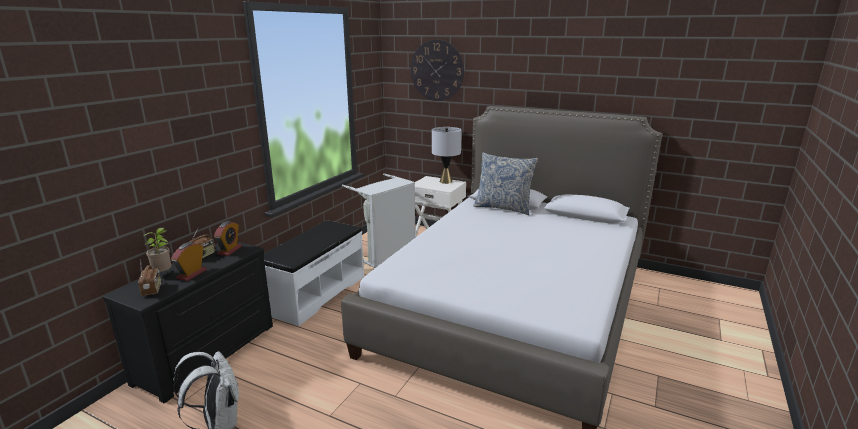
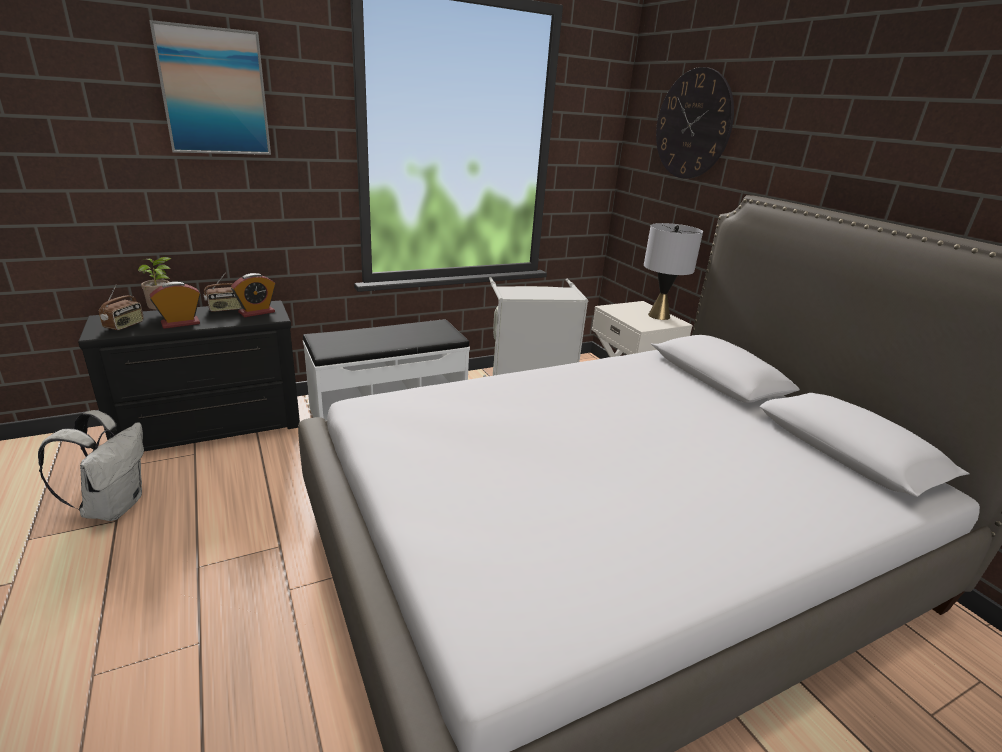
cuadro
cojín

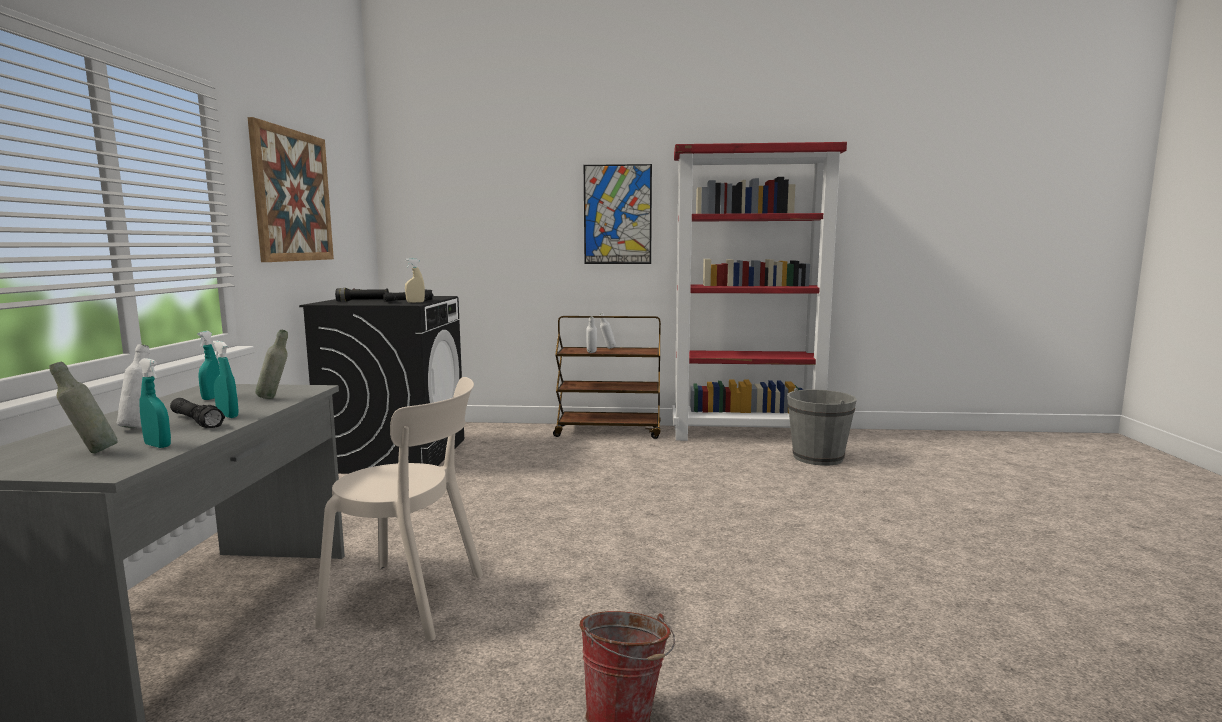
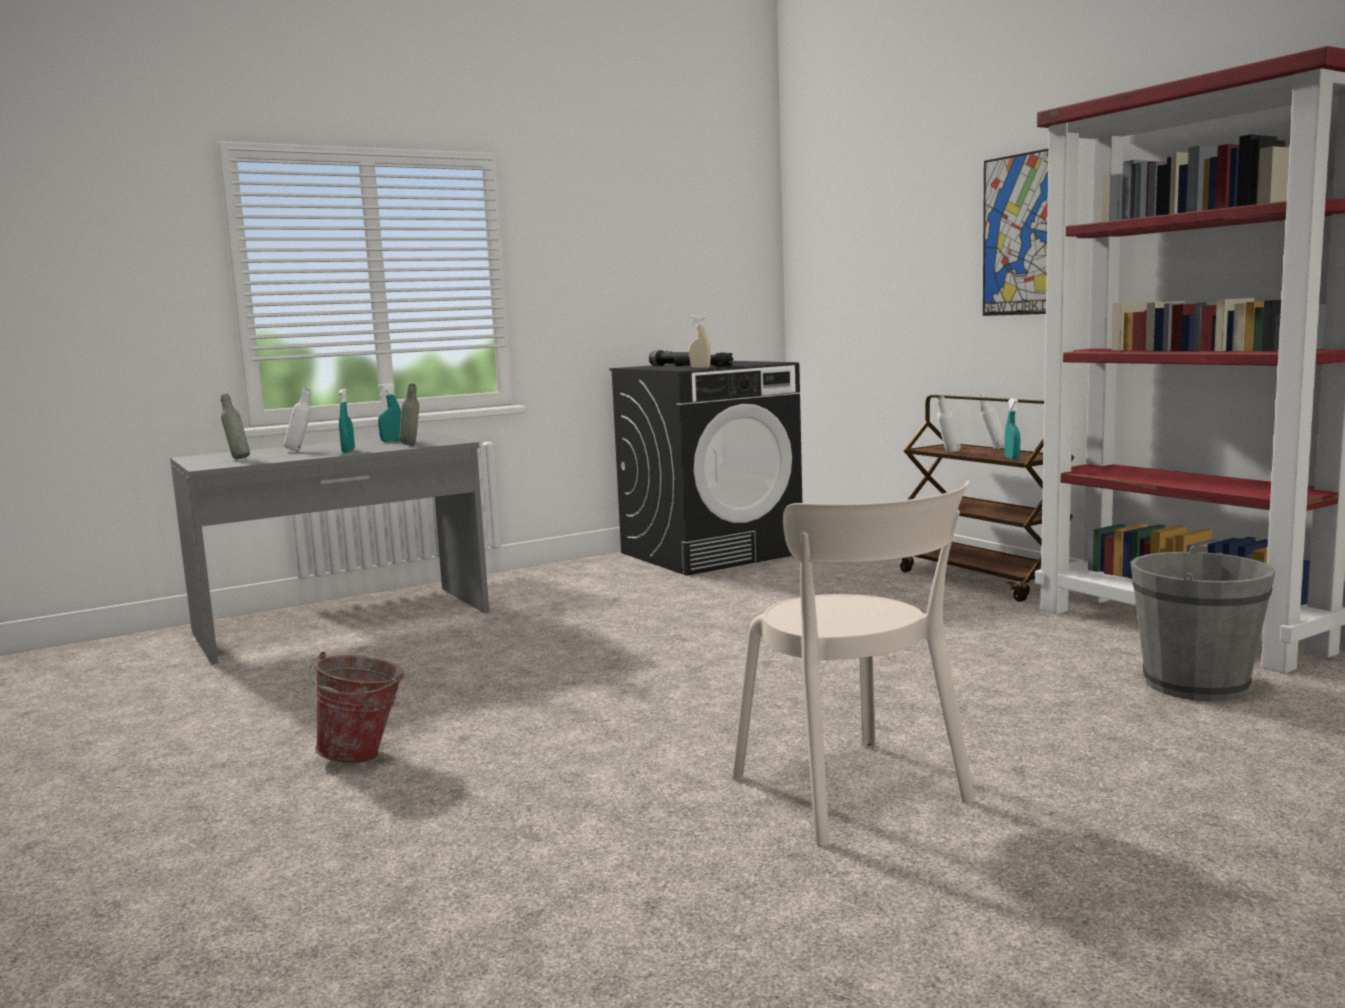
silla/beis
pulverizador/turquesa (3rd from left)
linterna/negro (1st from left in the first image)
cuadro (1st from left in the first image)

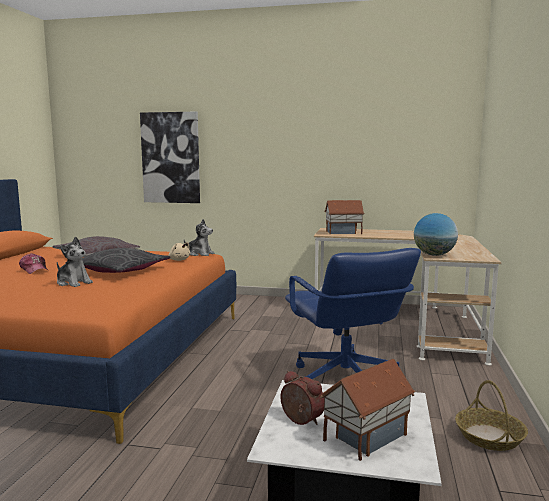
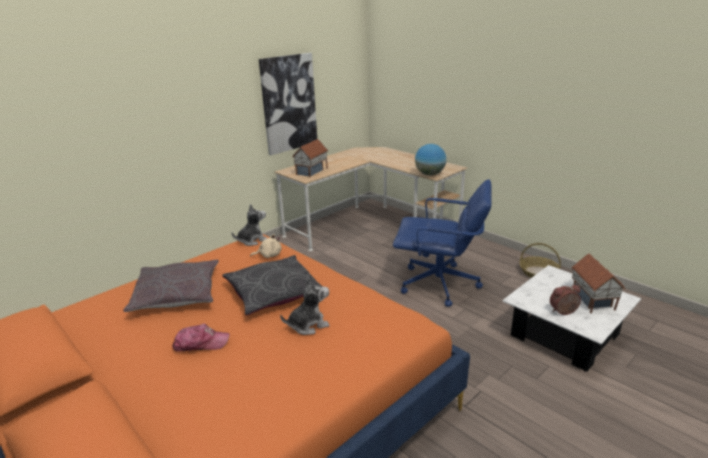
cuadro

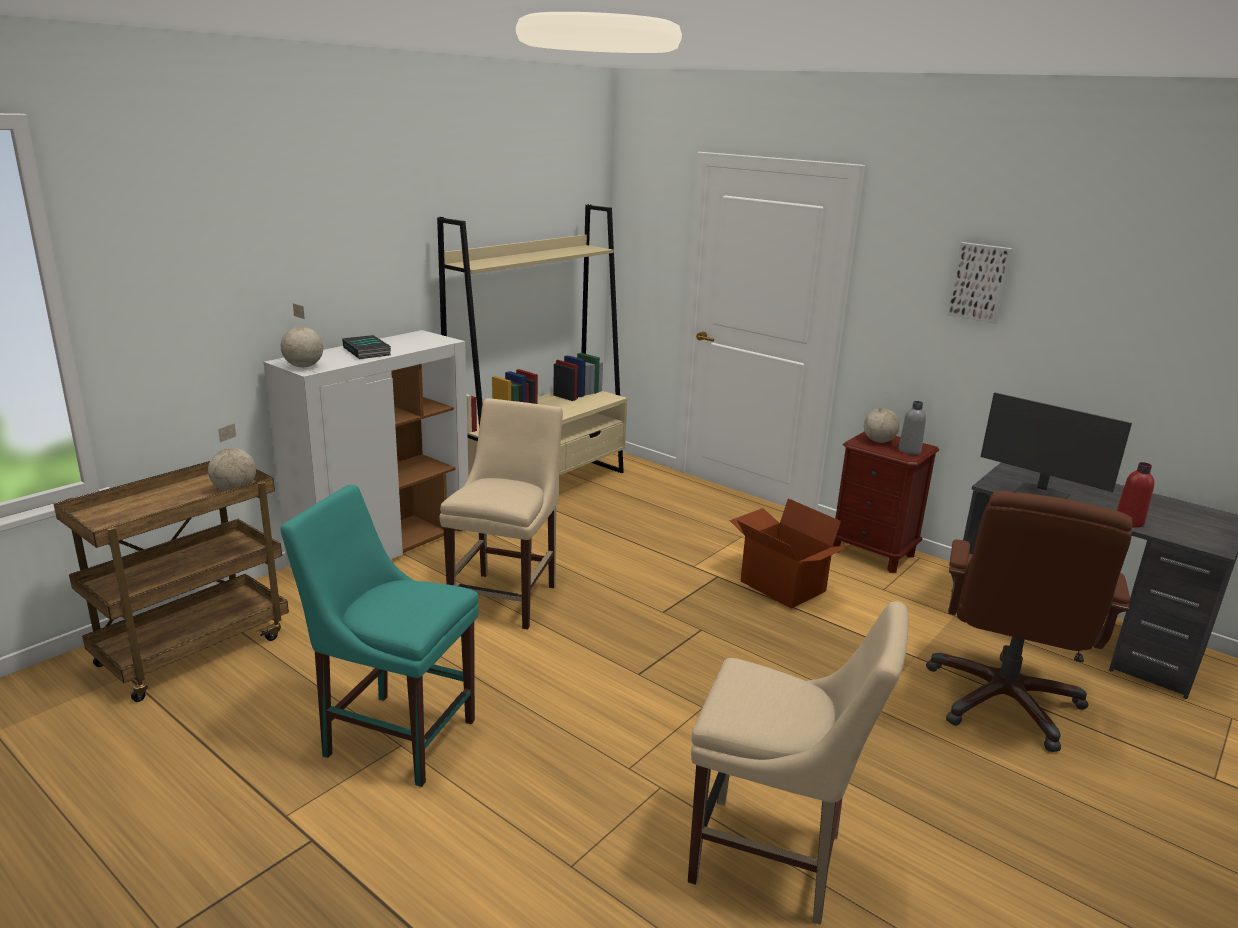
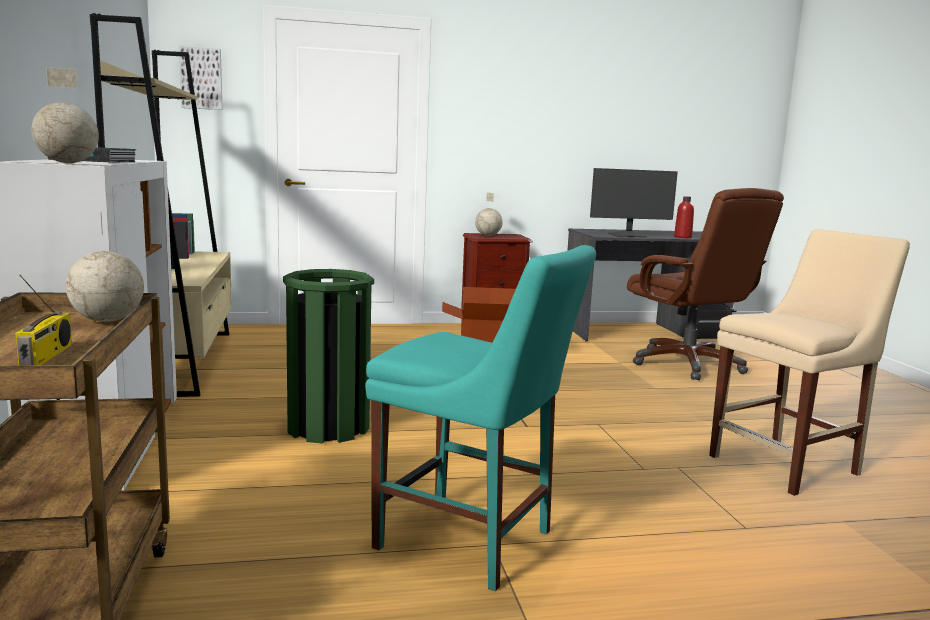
radio
cuadro
papelera/verde
silla/turquesa
botella/gris

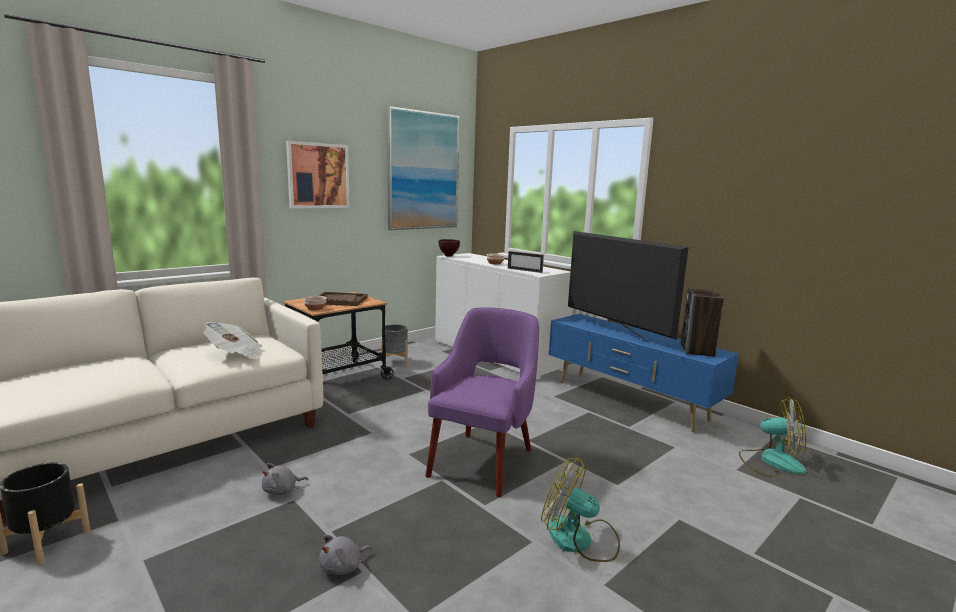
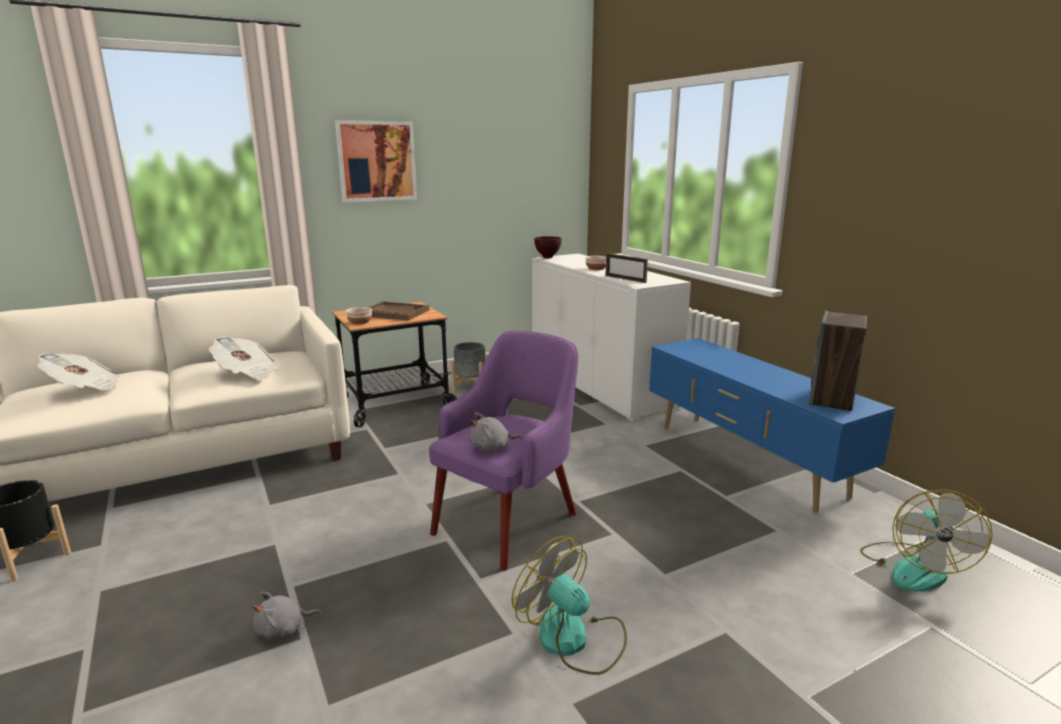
periódico (1st from left)
peluche/gris (2nd from left)
ventilador (2nd from left)
cuadro (2nd from left in the first image)
televisor

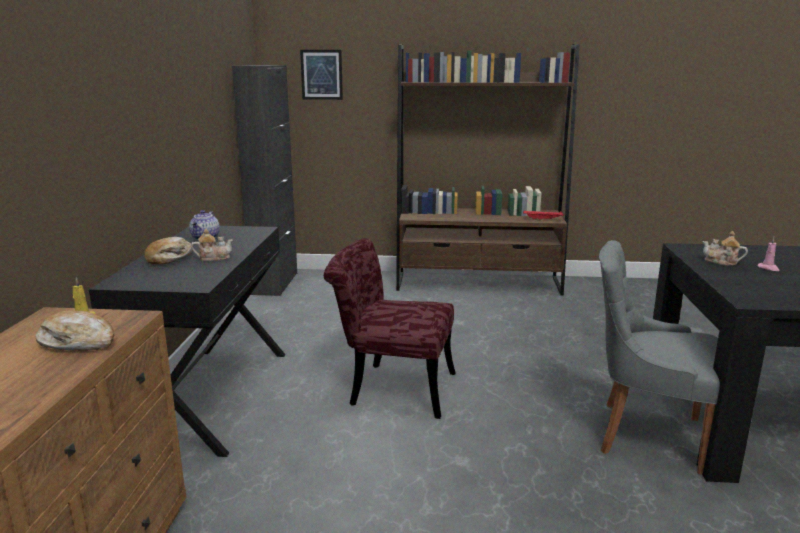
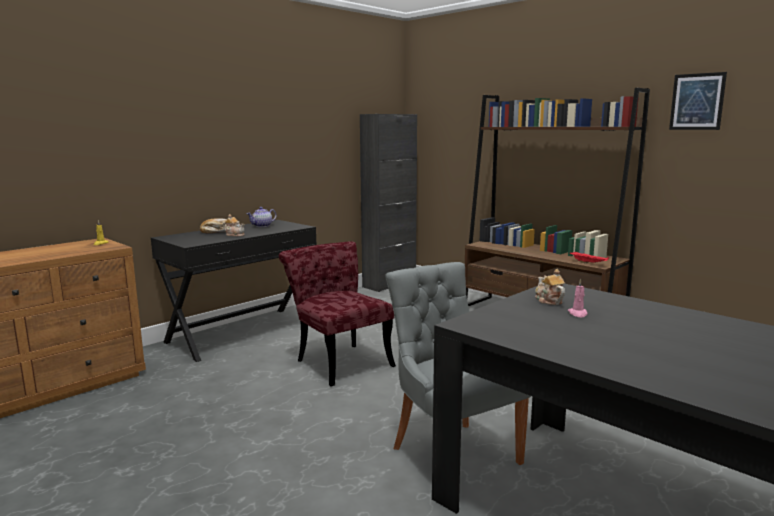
cuadro
pan (1st from left in the first image)

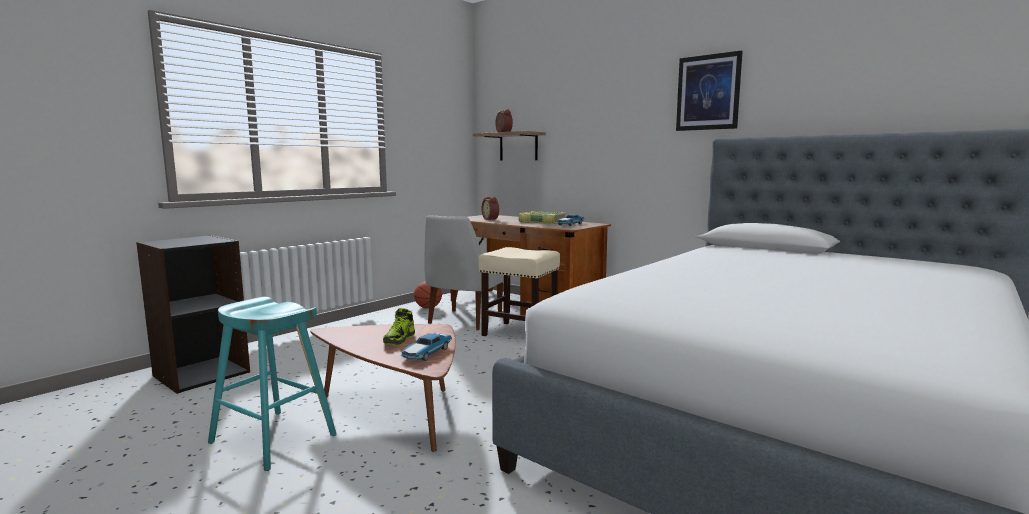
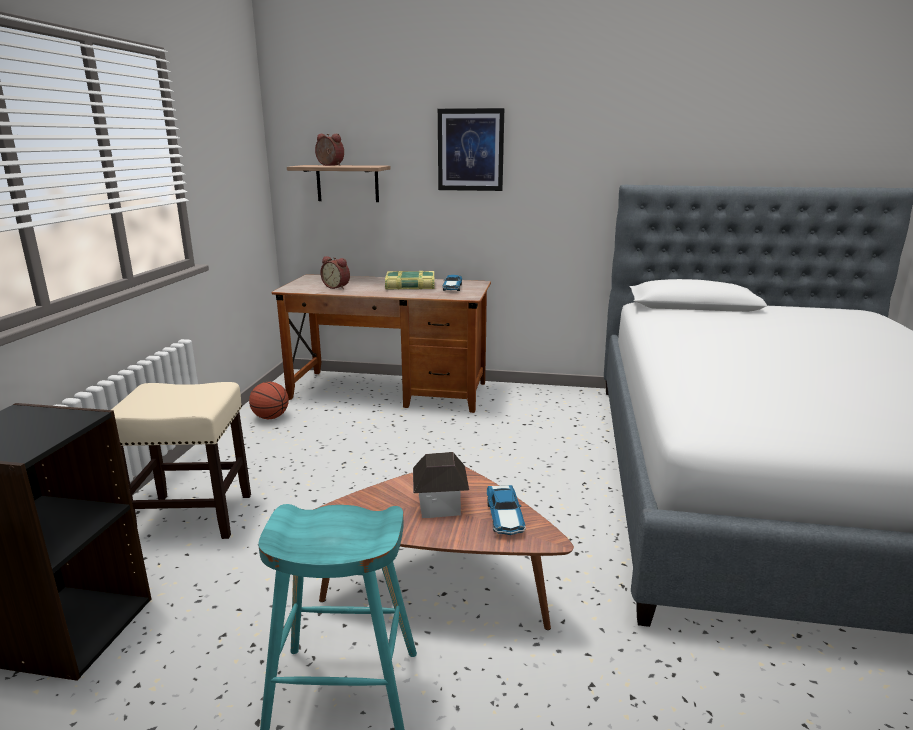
taburete/beis
casita
cuadro
silla/blanco

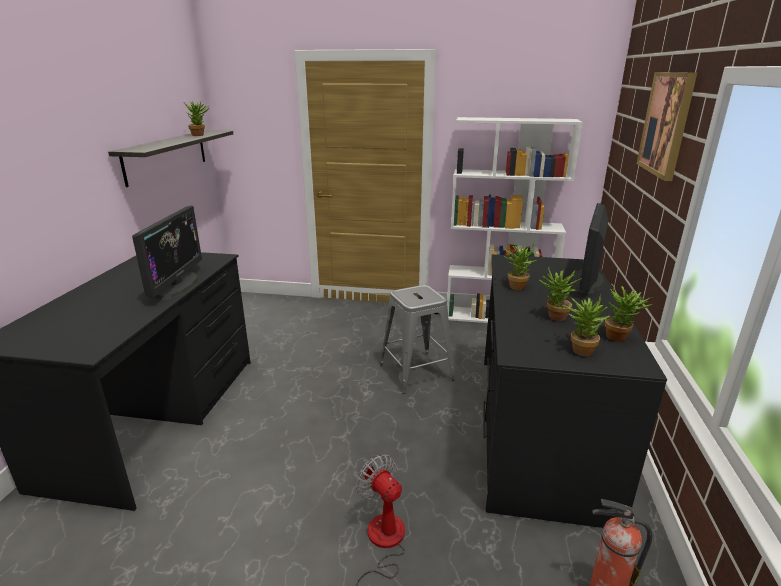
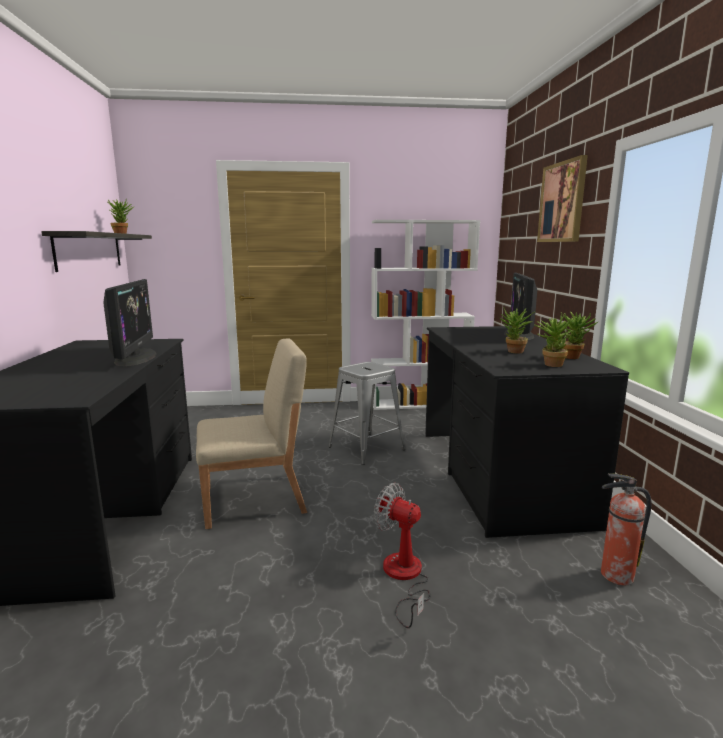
silla/beis
planta en maceta (2nd from left in the first image)

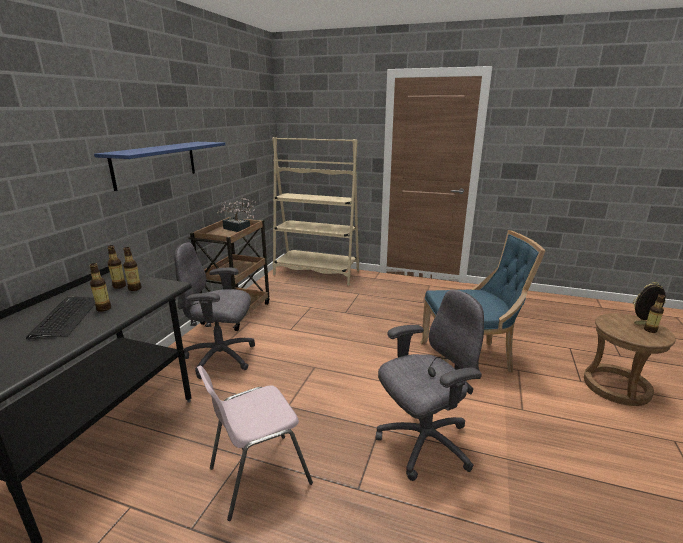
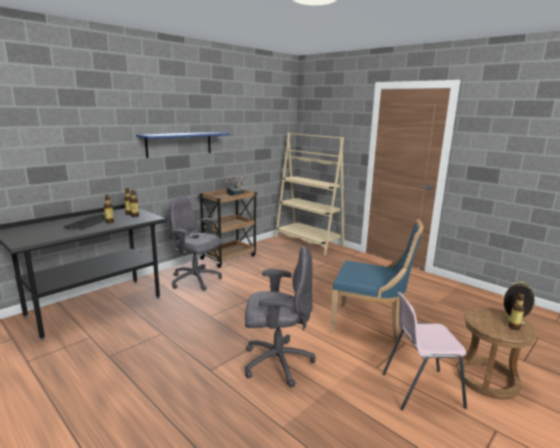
silla/rosa

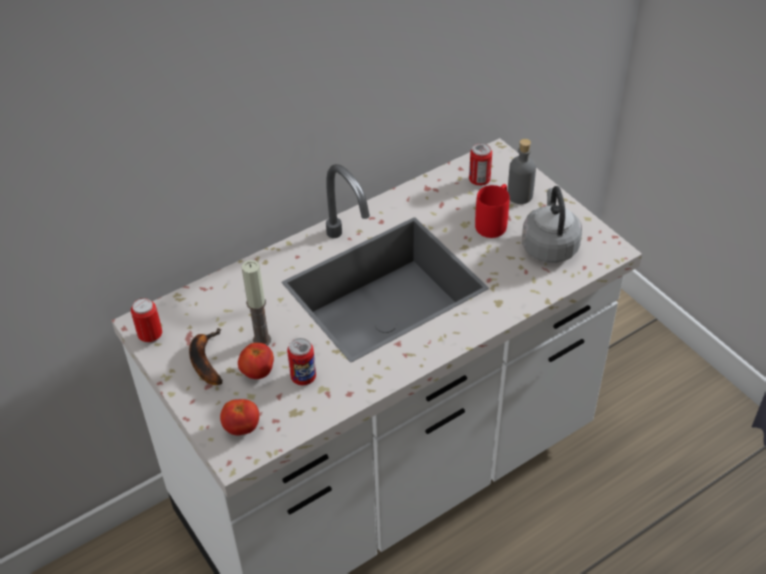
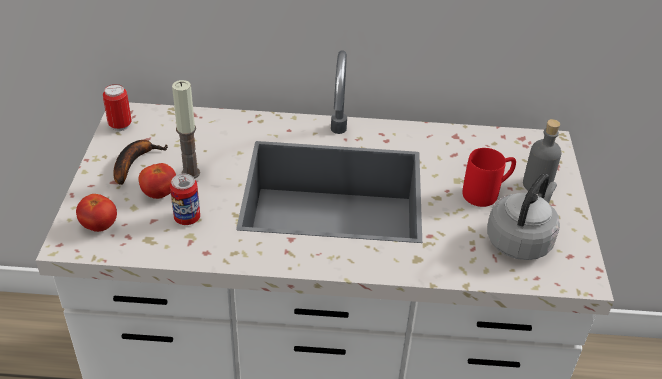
lata (3rd from left in the first image)

